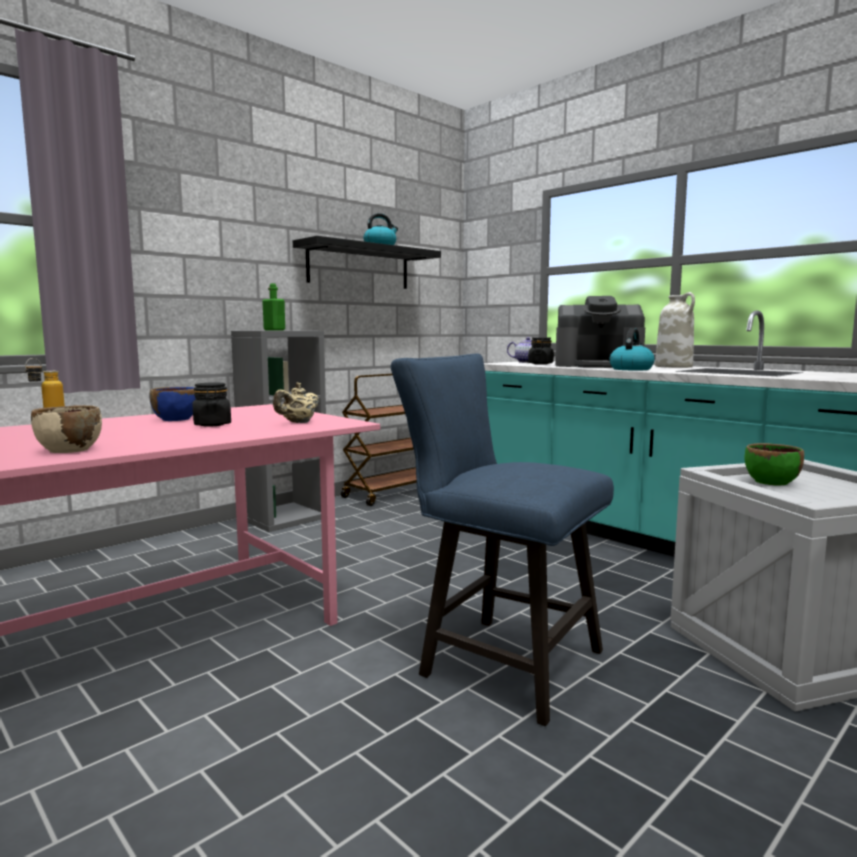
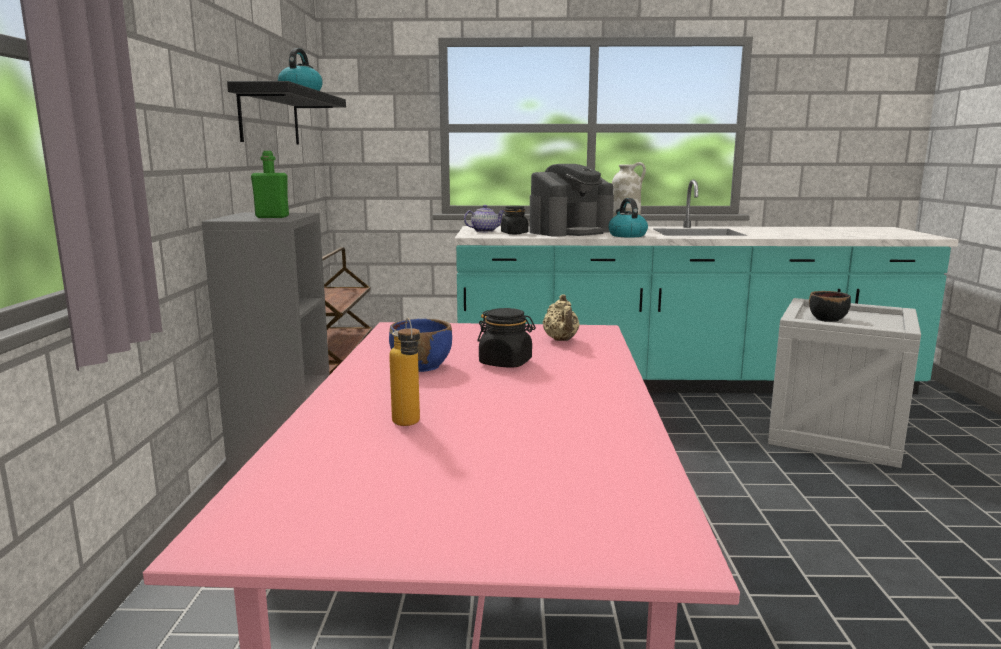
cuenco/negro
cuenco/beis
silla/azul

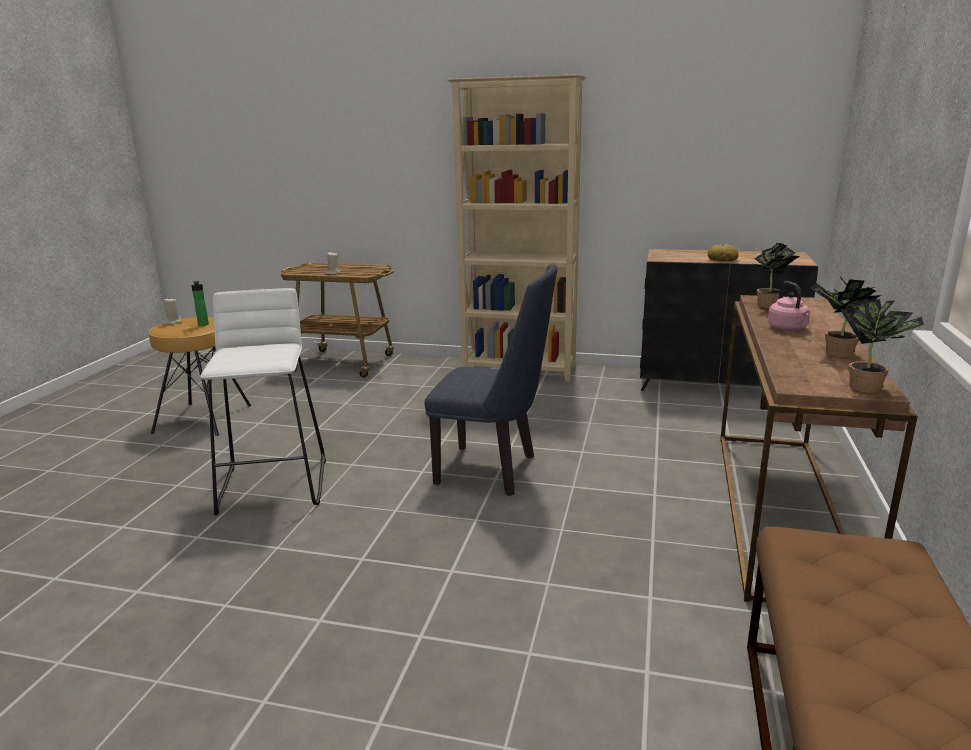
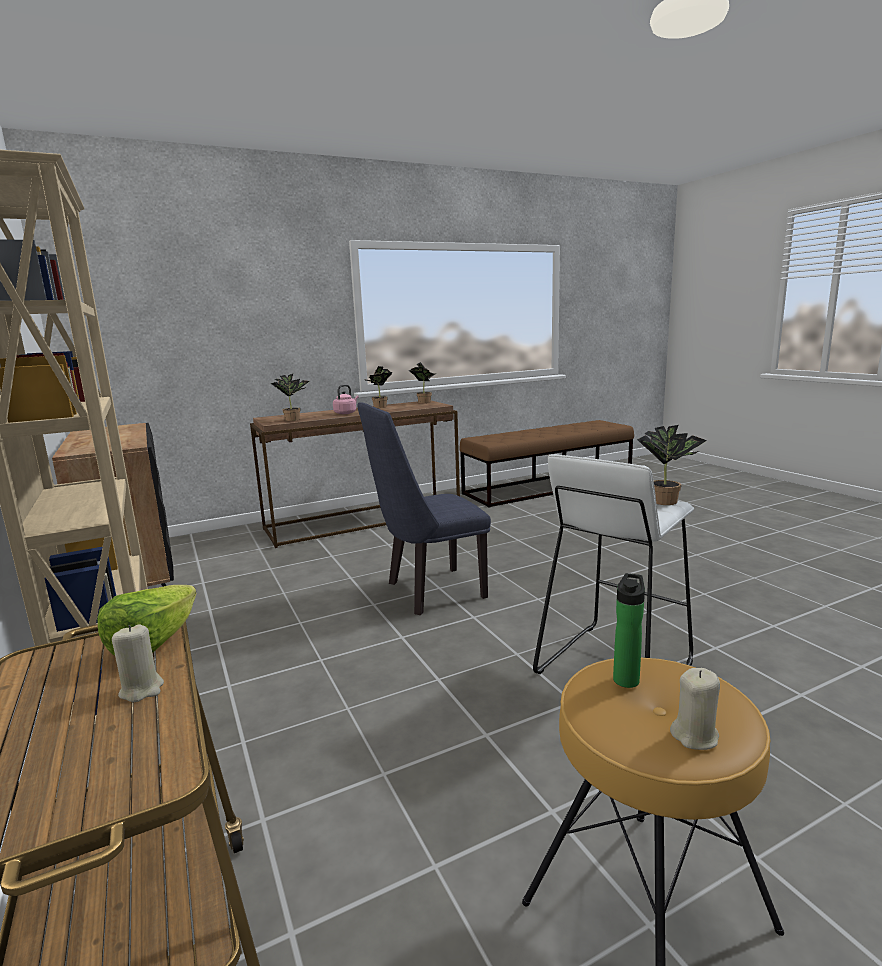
lechuga
silla/azul
planta en maceta (4th from left)
pan

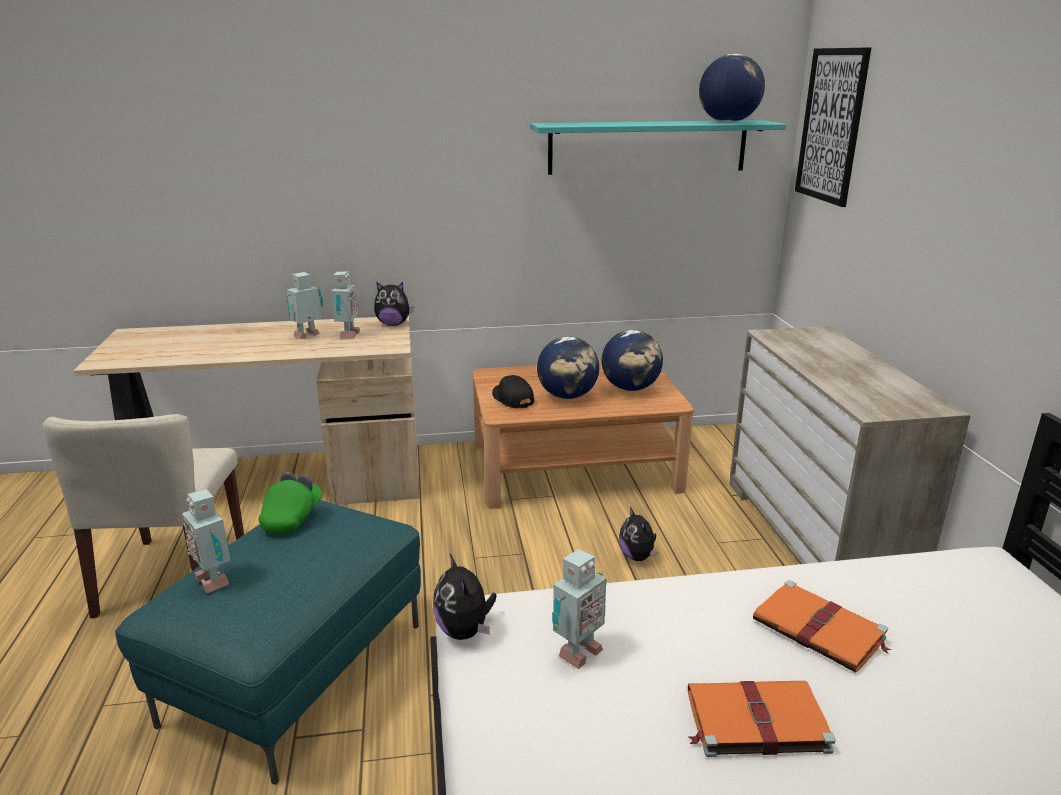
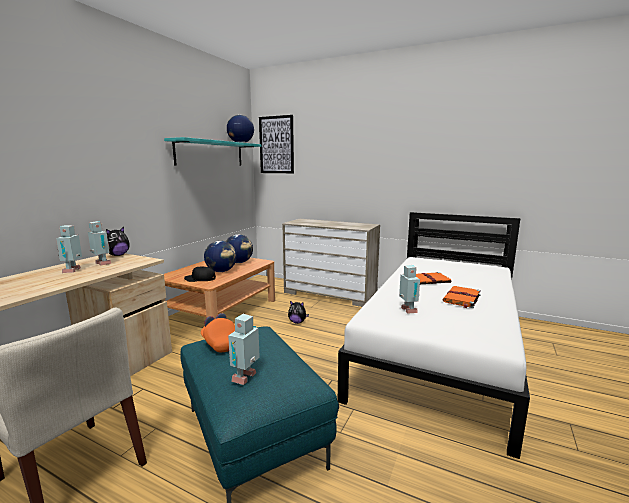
gorra/naranja
robot de juguete (3rd from left)
peluche (2nd from left in the first image)

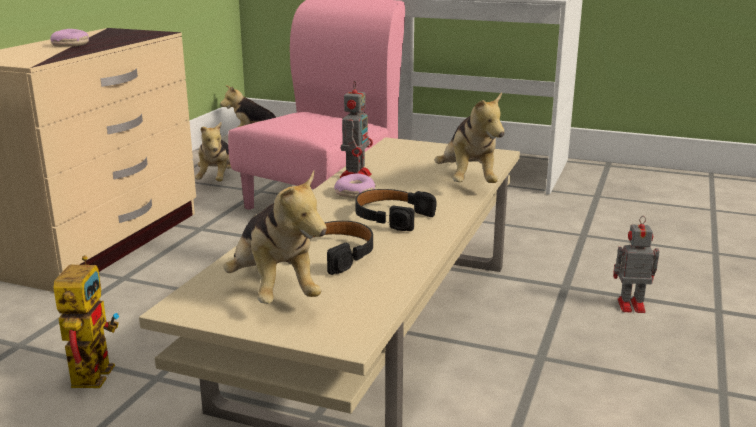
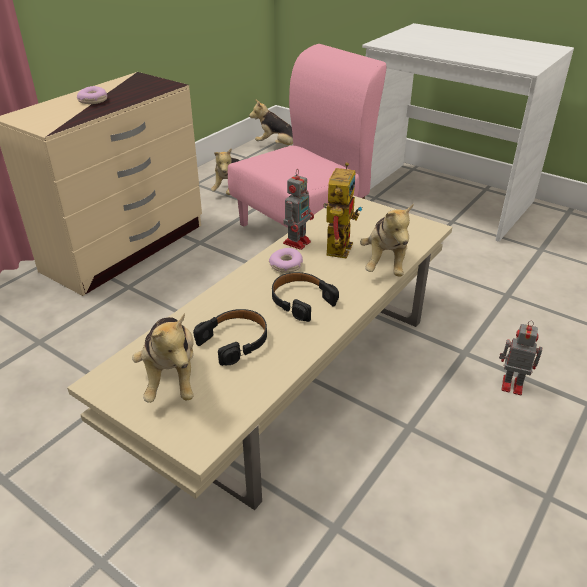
robot de juguete (2nd from left)

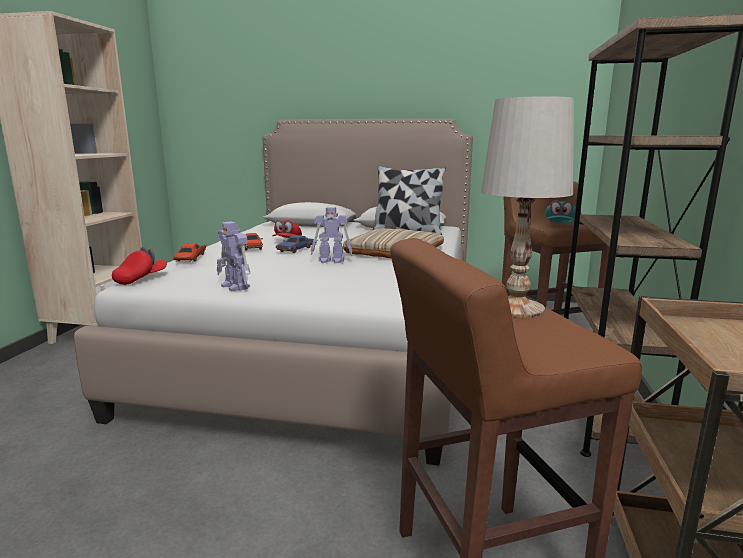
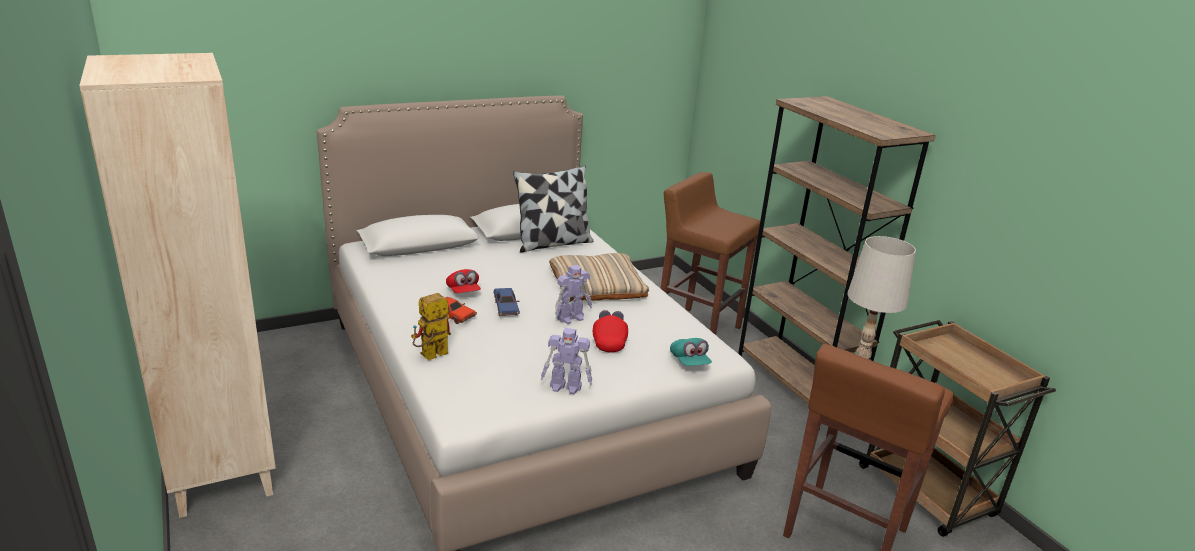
robot de juguete (1st from left)
gorra/rojo (2nd from left)
gorra/turquesa

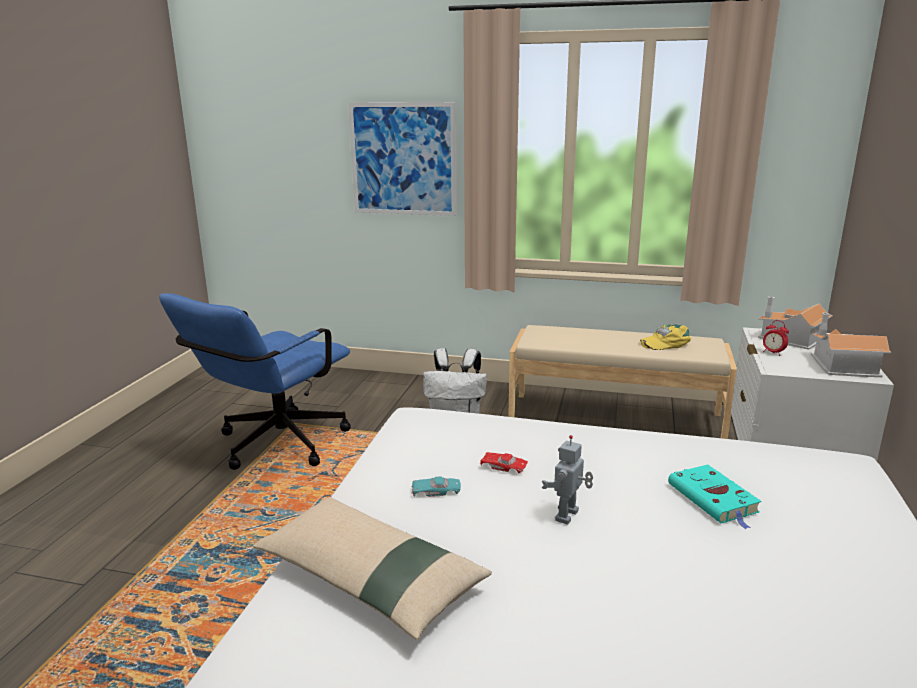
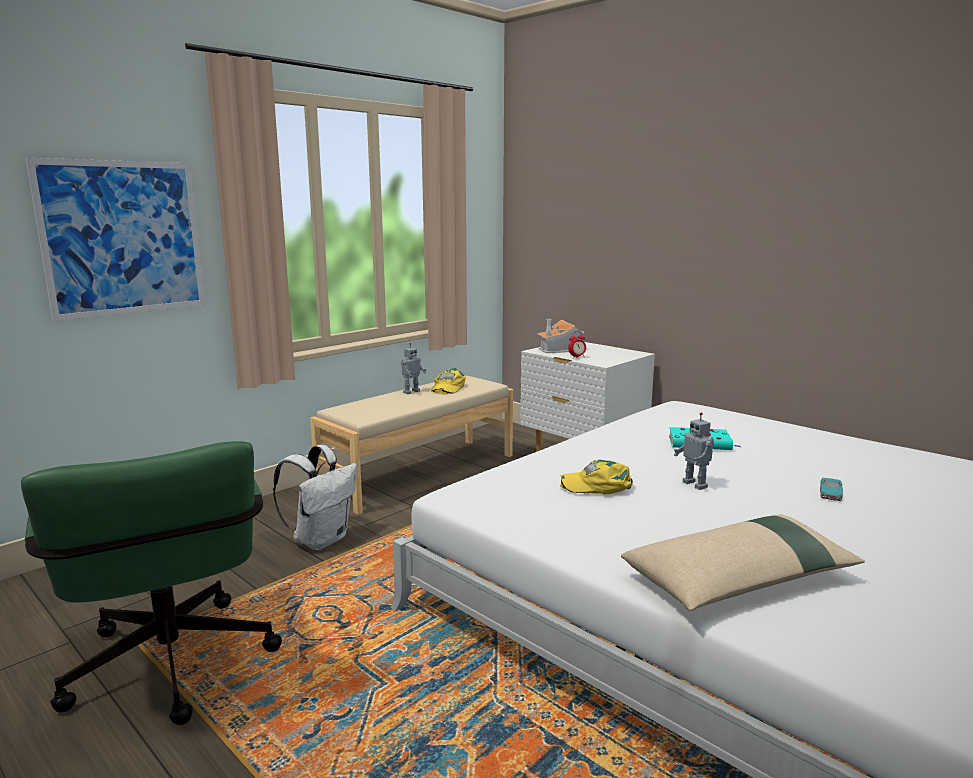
silla de oficina/verde
robot de juguete (1st from left)
gorra/amarillo (2nd from left)
coche de juguete/turquesa
casita (2nd from left in the first image)

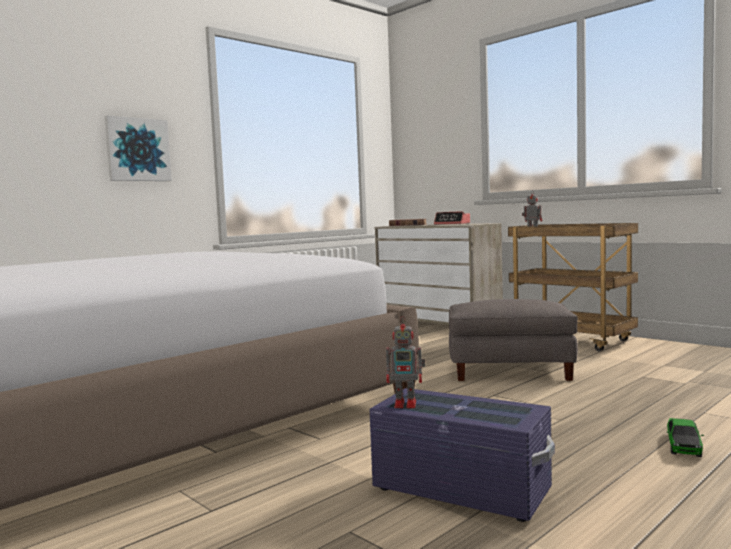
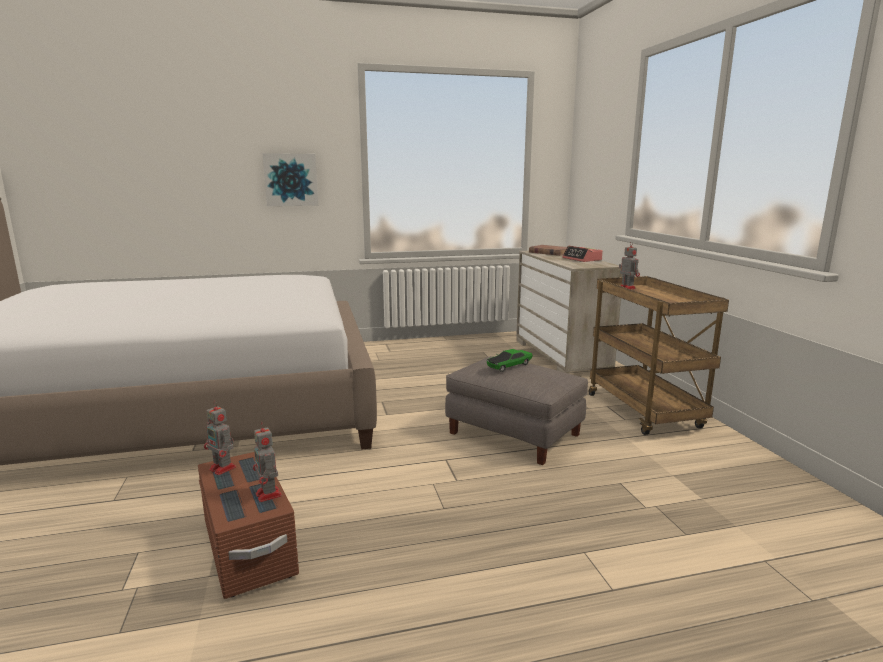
caja de almacenaje/marrón
robot de juguete (2nd from left)
coche de juguete

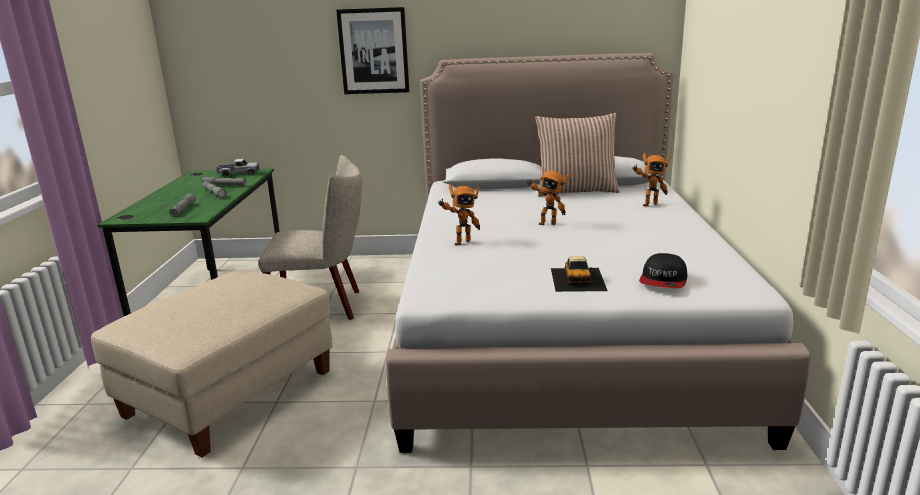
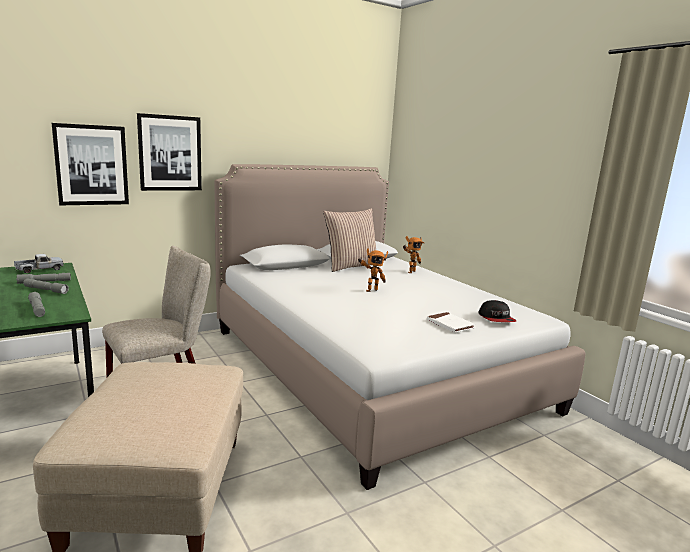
cuadro (1st from left)
libro/blanco
robot de juguete (1st from left in the first image)

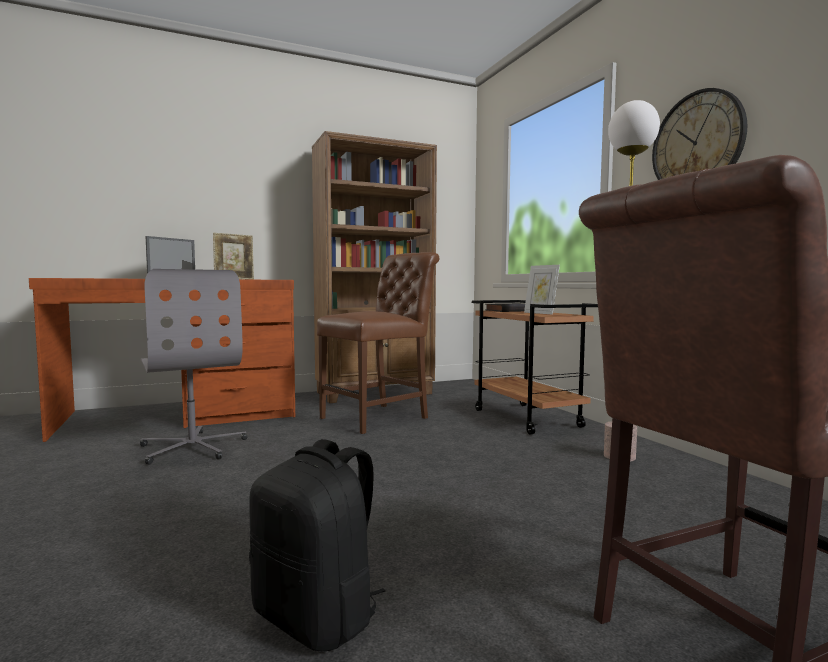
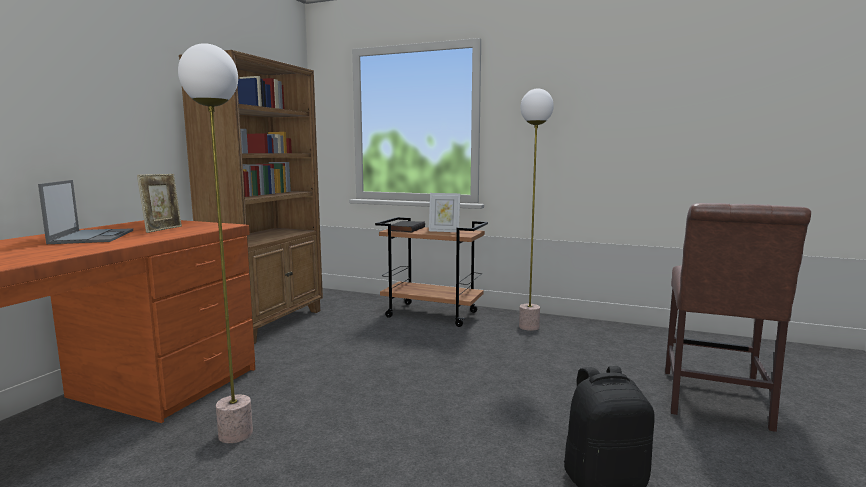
lámpara de pie (1st from left)
silla/marrón (1st from left in the first image)
reloj de pared

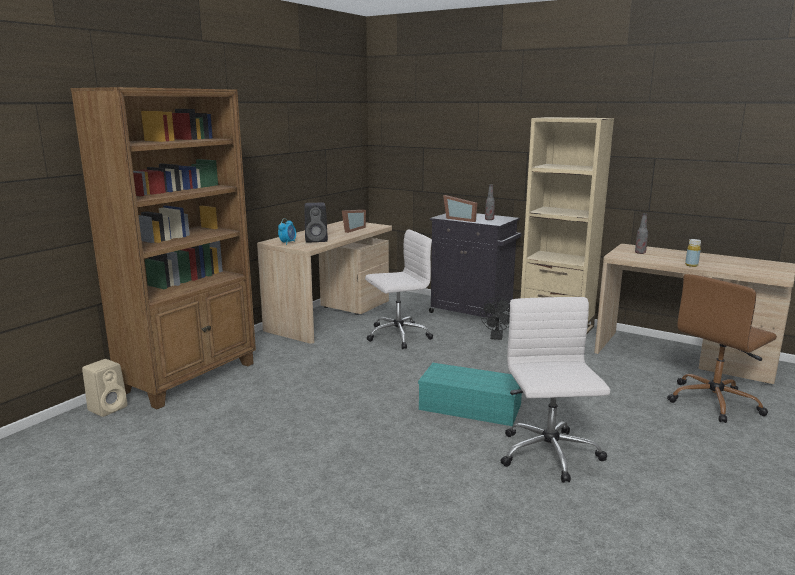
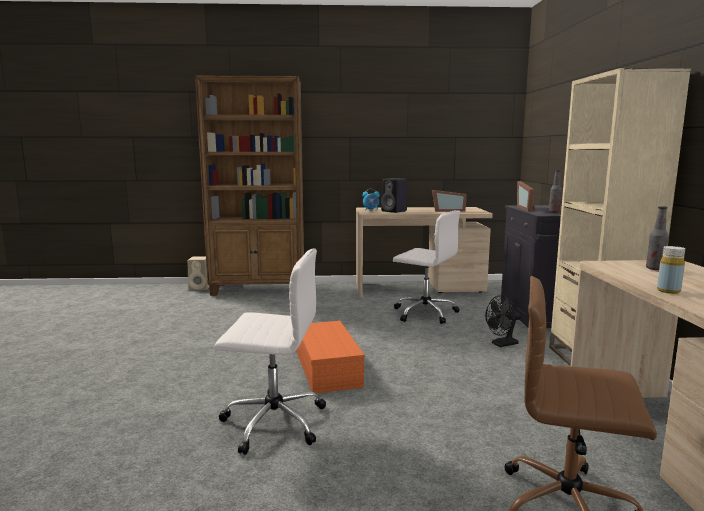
silla de oficina/blanco (1st from left)
caja de almacenaje/naranja

